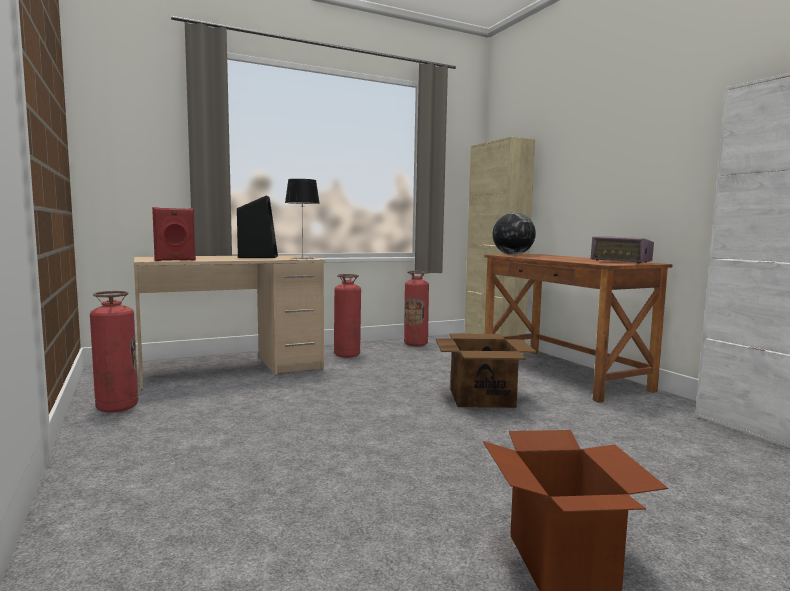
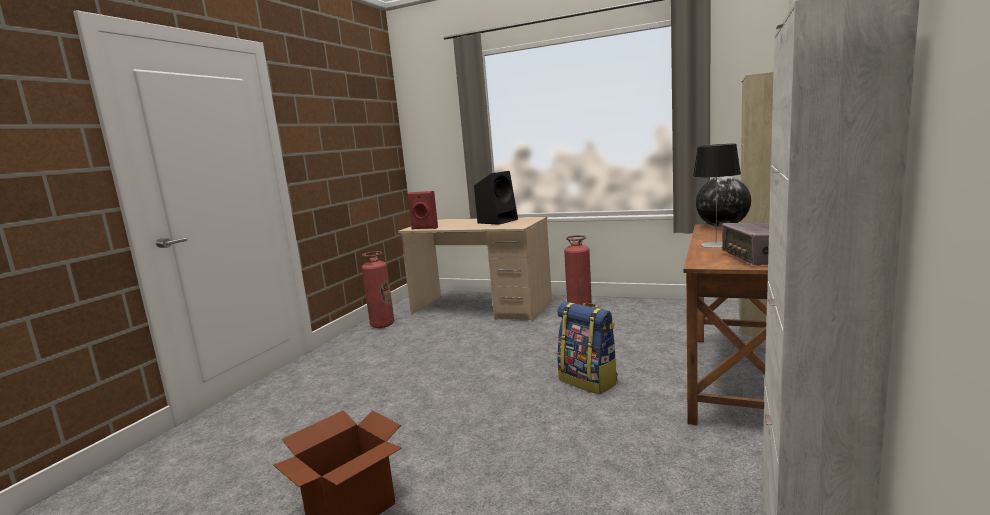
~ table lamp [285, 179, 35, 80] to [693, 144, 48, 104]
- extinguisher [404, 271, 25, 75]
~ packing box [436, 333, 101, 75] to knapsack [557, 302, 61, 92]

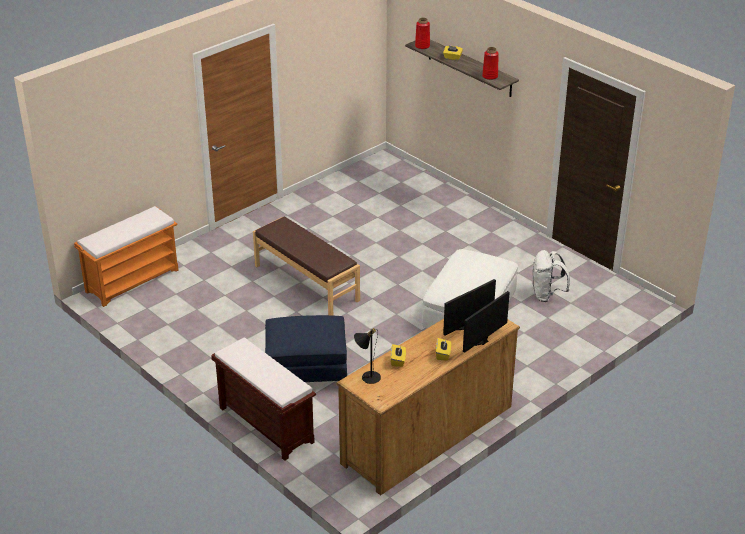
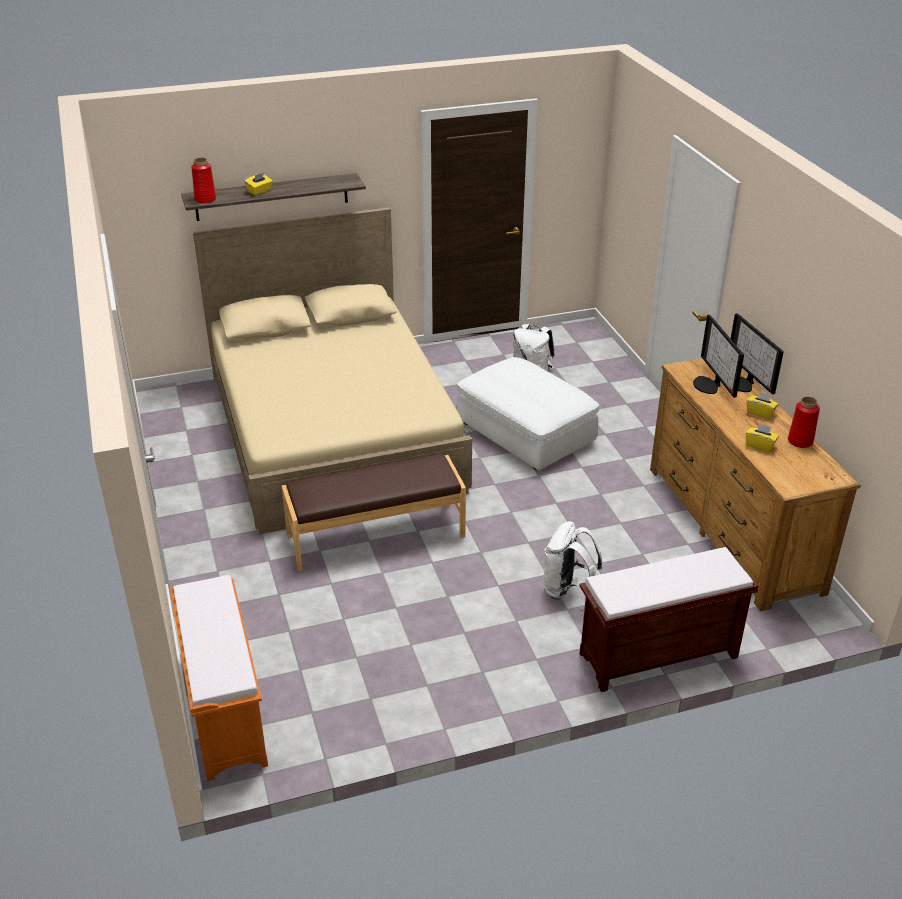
~ reddish vase [482, 47, 17, 33] to [788, 397, 32, 51]
~ blue ottoman [265, 315, 82, 67] to white-coloured knapsack [543, 521, 59, 78]
- blackish table lamp [354, 328, 27, 56]
+ beige bedroom bed [193, 207, 279, 327]

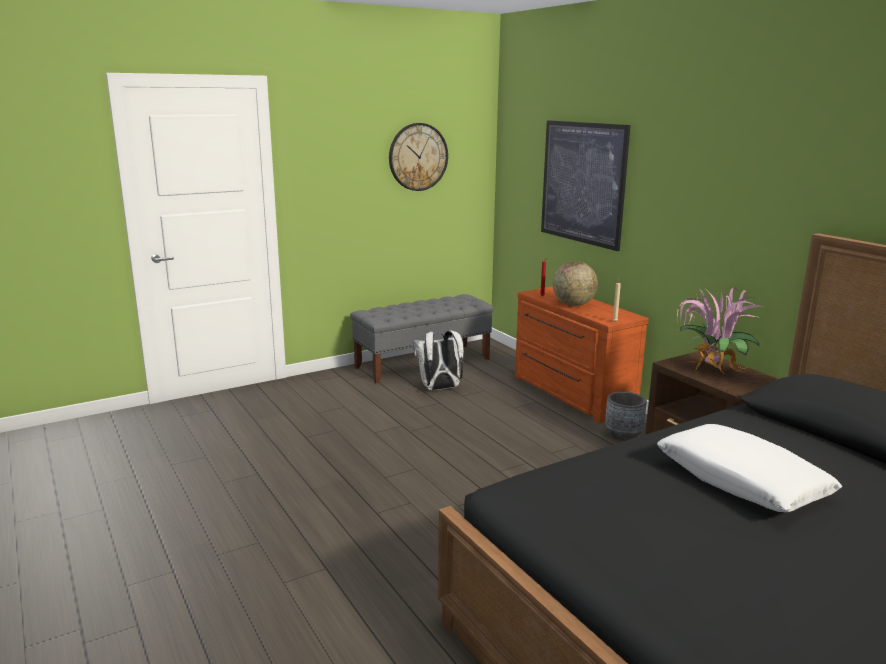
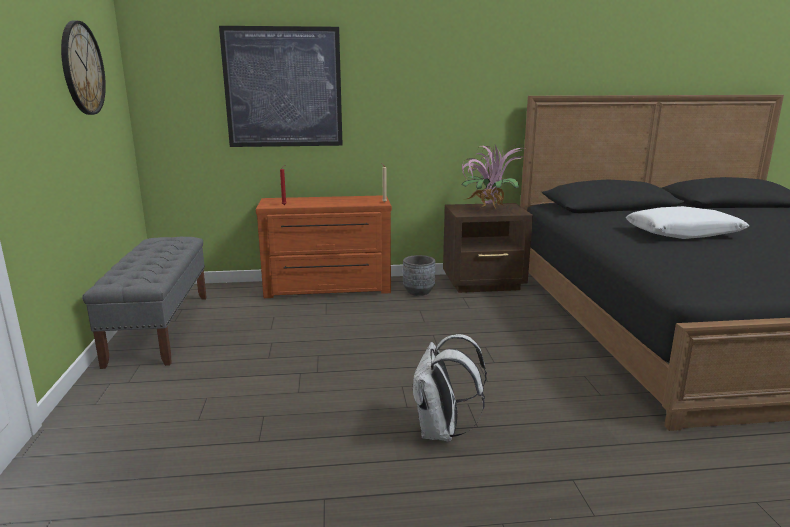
- world globe [552, 261, 46, 45]
~ white-coloured knapsack [413, 330, 51, 60] to [412, 334, 75, 107]

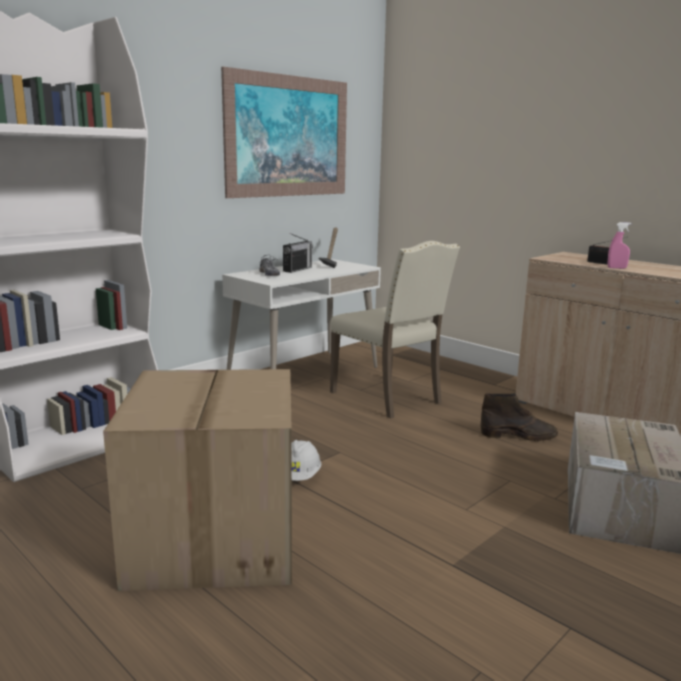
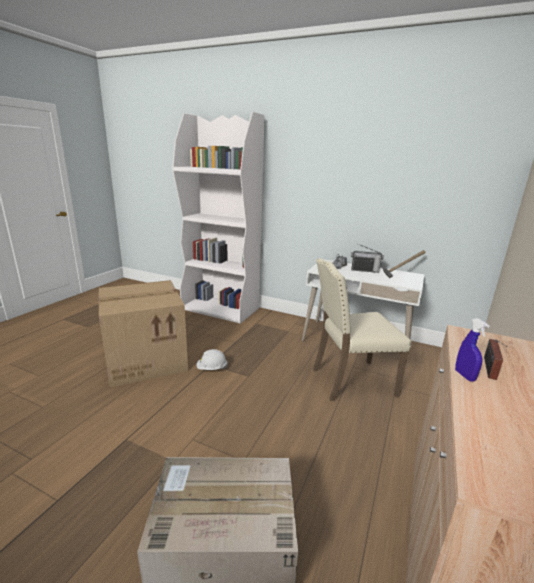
- wall picture [221, 67, 126, 131]
~ pink-coloured spray bottle [608, 222, 24, 47] to blue spray bottle [455, 318, 35, 64]
~ beige upright chair [330, 241, 130, 177] = [313, 258, 98, 143] 45 degrees clockwise
- brownish high-top boot [481, 392, 77, 49]

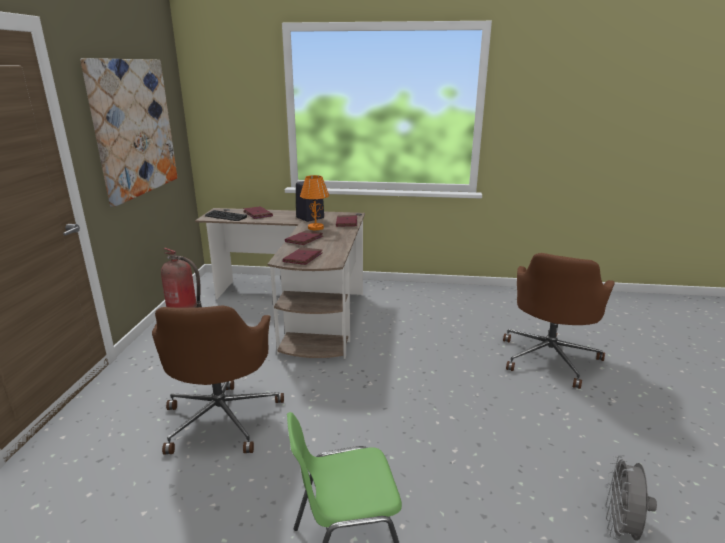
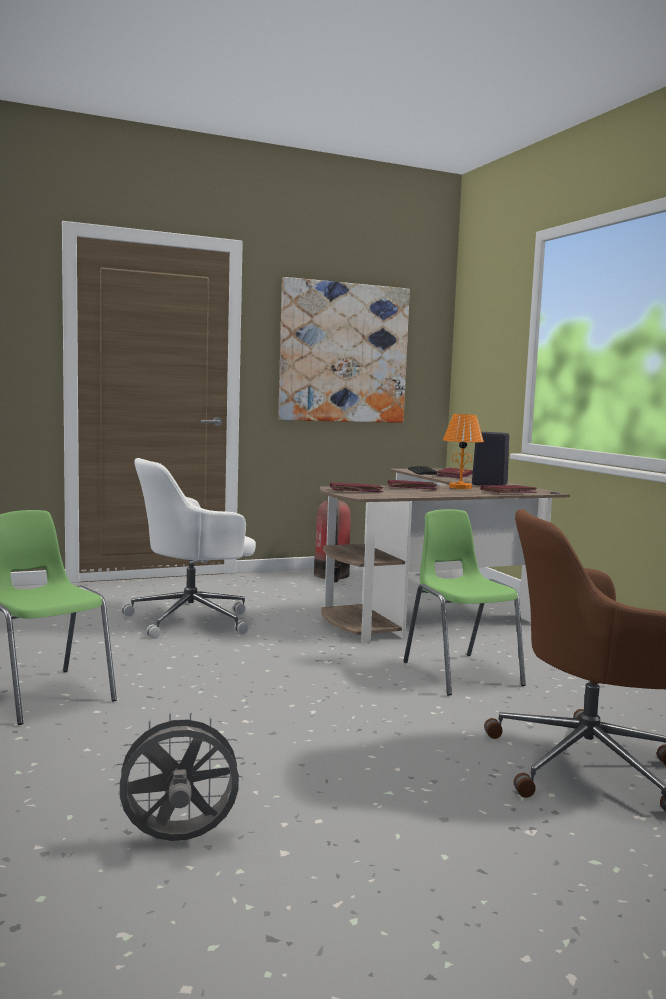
~ brownish desk chair [152, 305, 132, 149] to white-coloured desk chair [122, 458, 134, 181]
+ greenish upright chair [403, 509, 123, 187]

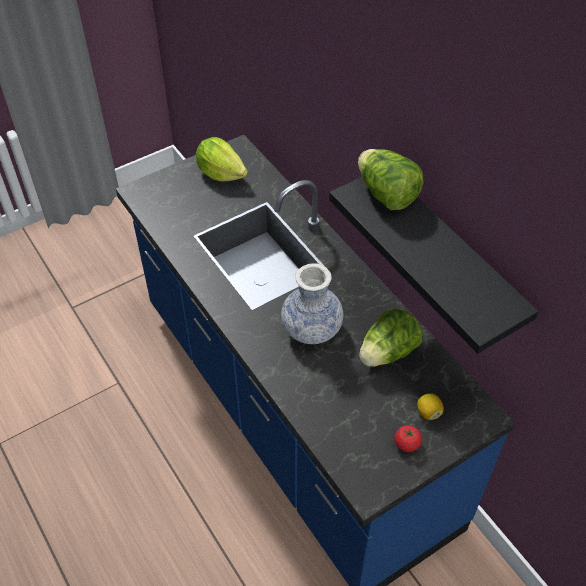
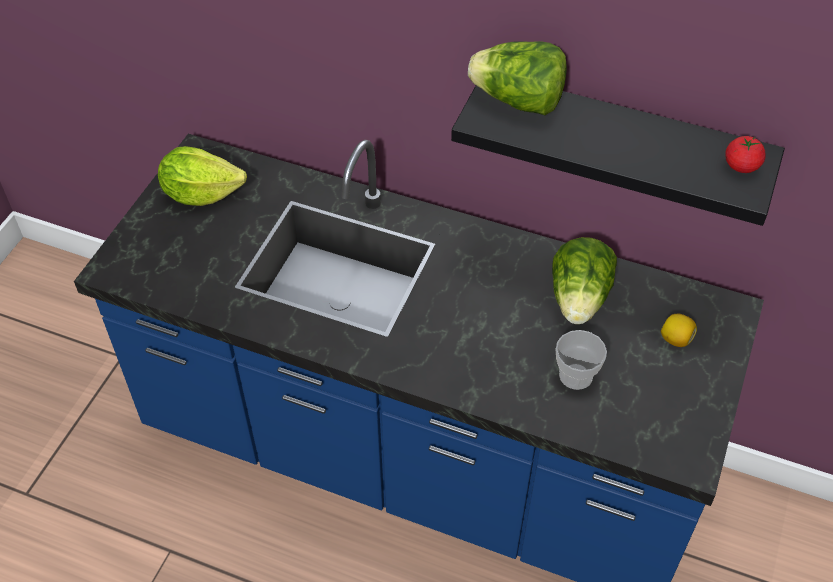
- vase [281, 263, 62, 81]
~ fresh tomato [394, 425, 28, 27] to [725, 136, 41, 37]
+ cup [556, 330, 51, 60]

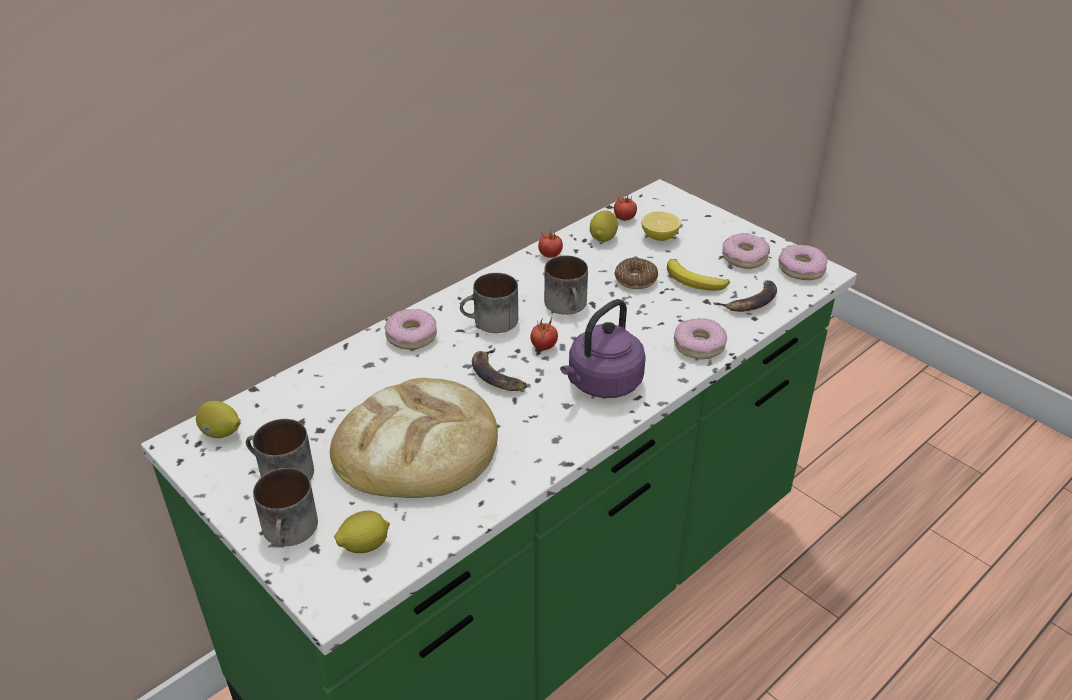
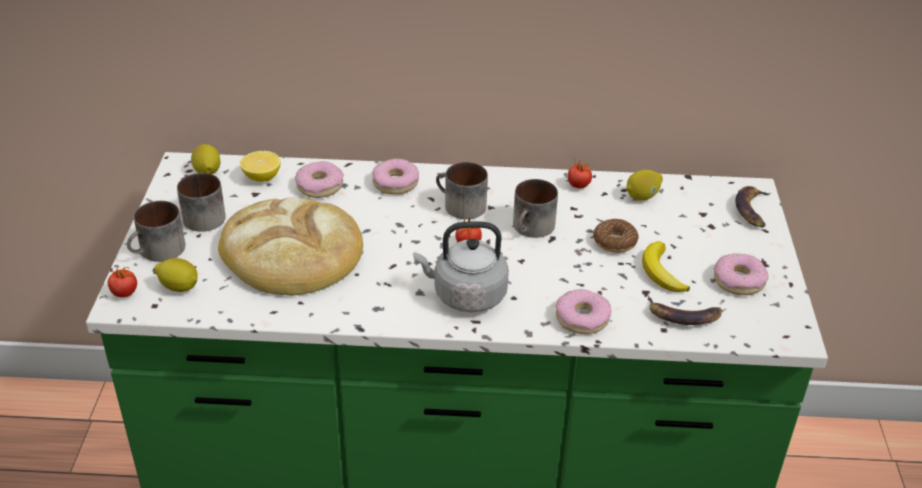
~ fresh tomato [614, 195, 23, 26] to [108, 267, 29, 31]
~ whole lemon [641, 212, 40, 29] to [240, 151, 41, 31]
~ doughnut [778, 245, 50, 35] to [295, 161, 49, 37]
~ purplish water kettle [560, 299, 86, 99] to grey water kettle [413, 221, 96, 91]
~ banana [472, 348, 55, 43] to [735, 186, 36, 42]

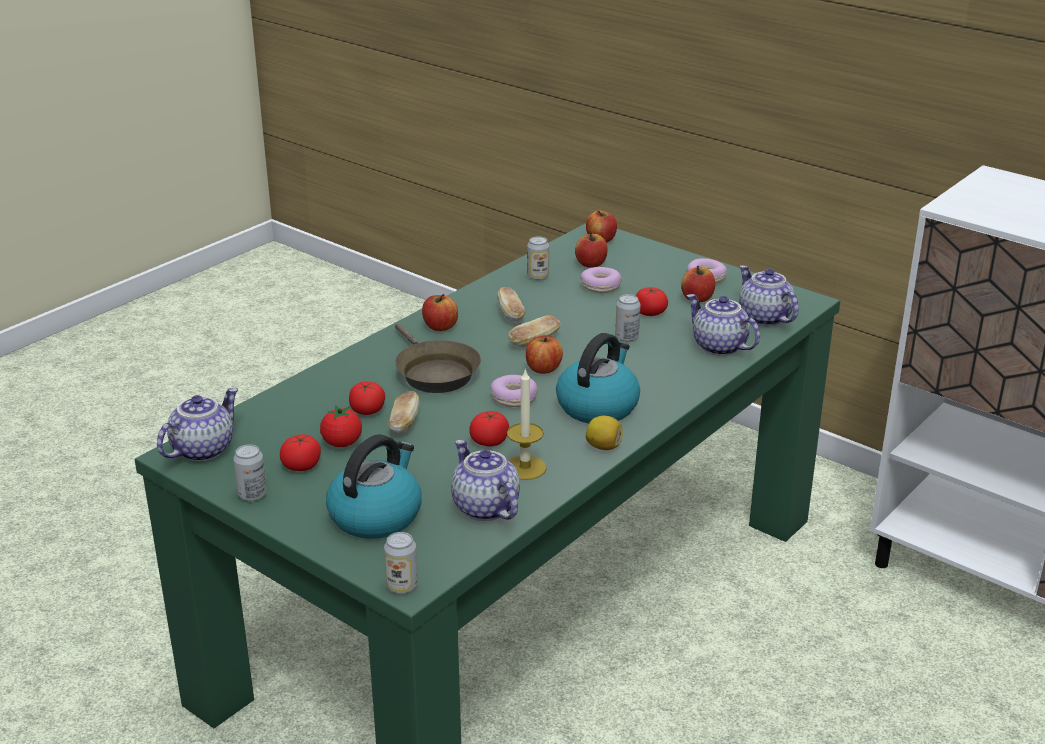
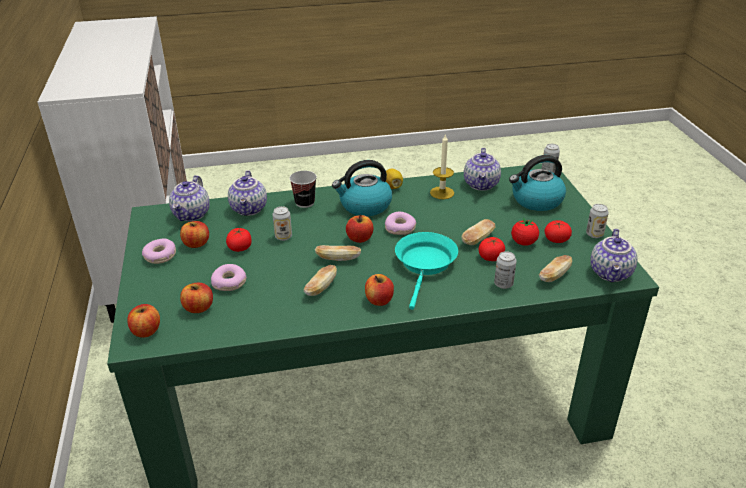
~ can [527, 236, 22, 44] to [494, 251, 22, 38]
~ brownish skillet [395, 323, 86, 70] to blue-green skillet [395, 232, 63, 78]
~ tea pot [157, 388, 82, 73] = [591, 229, 46, 53] 60 degrees counterclockwise
- fresh tomato [469, 411, 40, 36]
+ cup [289, 171, 28, 37]
+ bakery bread [539, 255, 33, 27]

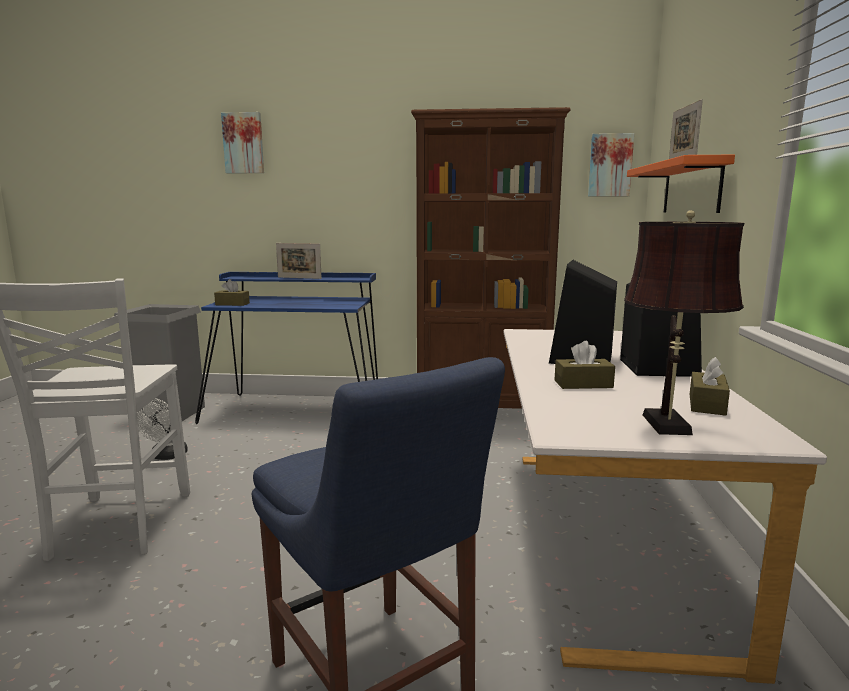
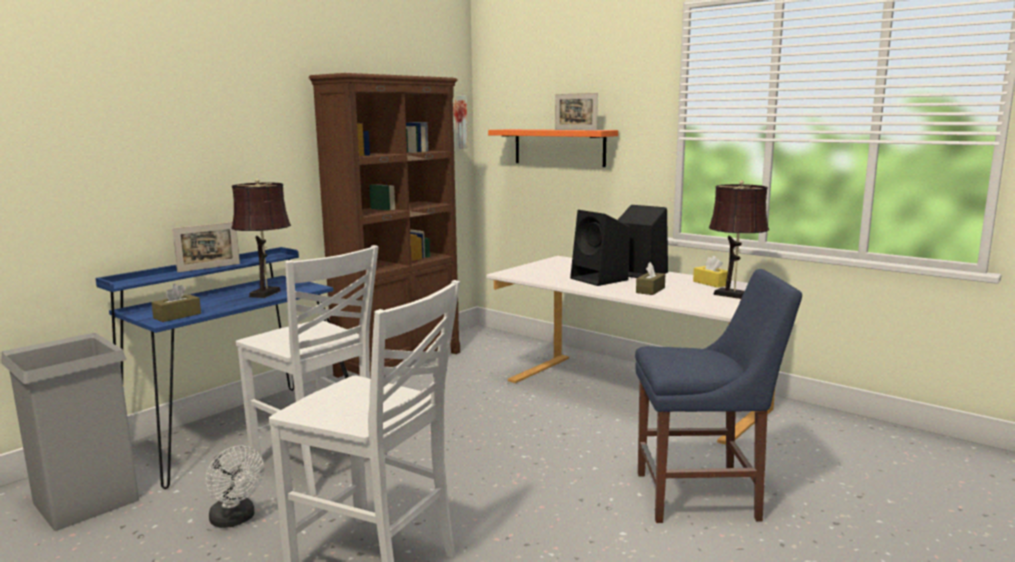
- wall picture [221, 112, 43, 61]
~ brownish tissue box [690, 357, 40, 59] to yellow-coloured tissue box [693, 256, 35, 32]
+ brownish table lamp [231, 179, 60, 119]
+ white-coloured upright chair [236, 245, 142, 251]

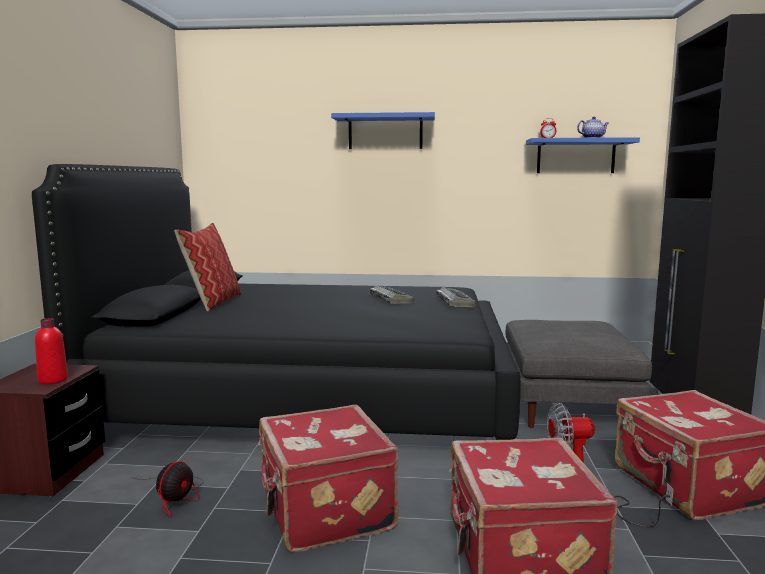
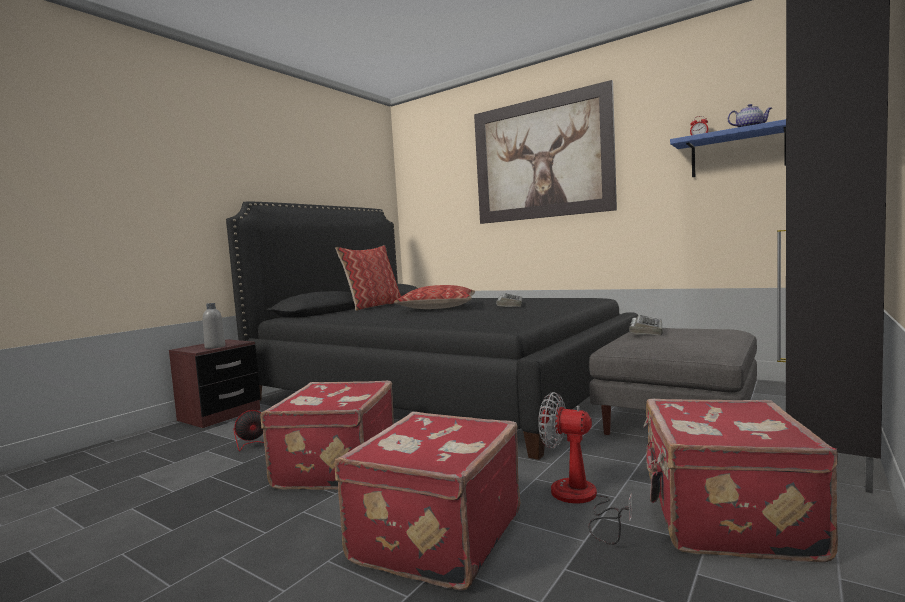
~ blue wall shelf [331, 112, 104, 37] to wall picture [474, 80, 143, 144]
~ keyboard [436, 287, 40, 20] to [629, 315, 34, 20]
~ reddish bottle [35, 318, 33, 66] to grey bottle [203, 303, 22, 46]
+ cushion [394, 285, 81, 24]

